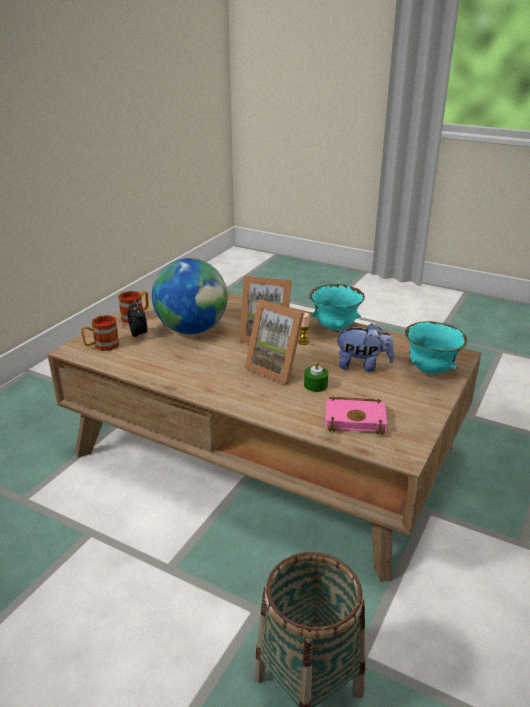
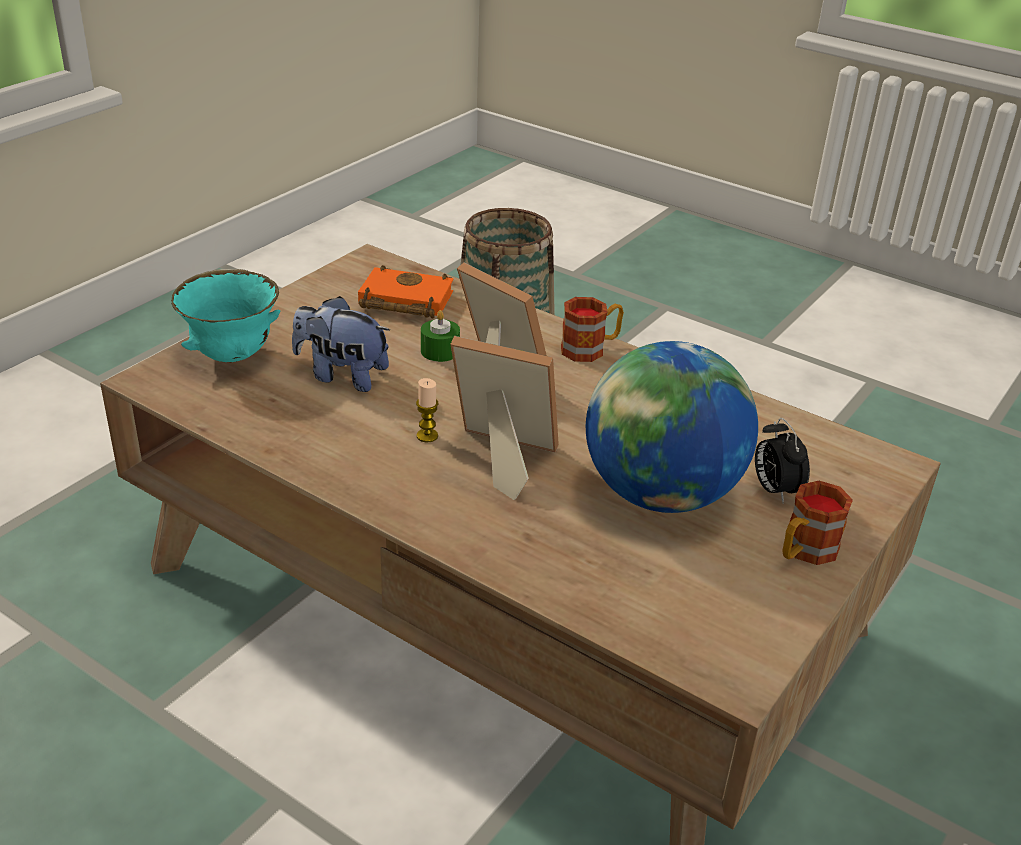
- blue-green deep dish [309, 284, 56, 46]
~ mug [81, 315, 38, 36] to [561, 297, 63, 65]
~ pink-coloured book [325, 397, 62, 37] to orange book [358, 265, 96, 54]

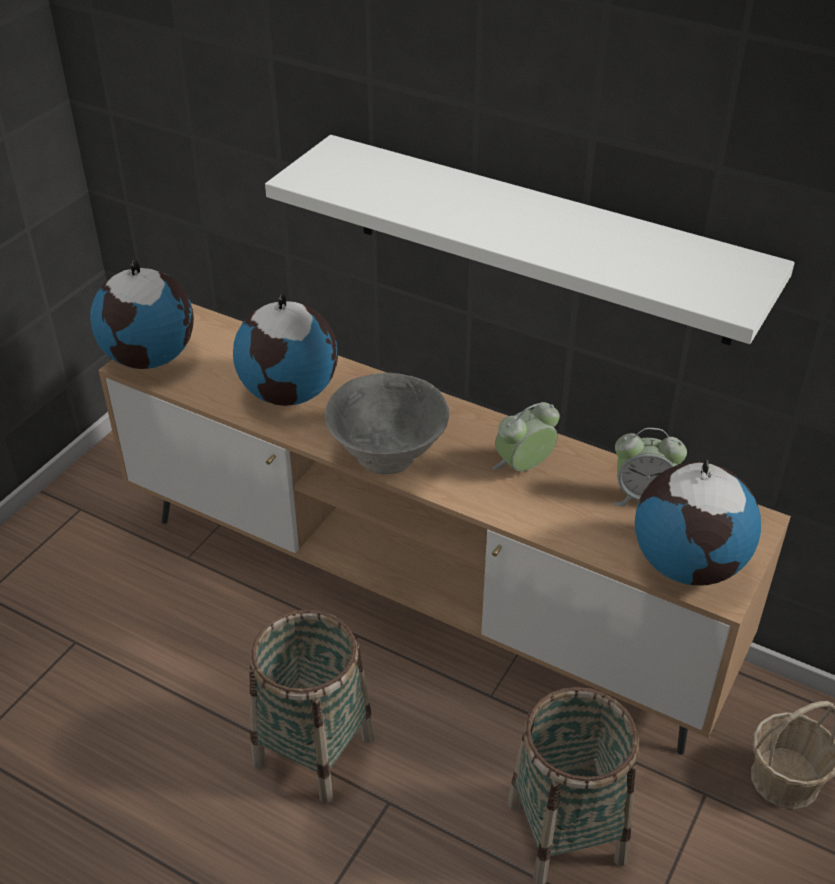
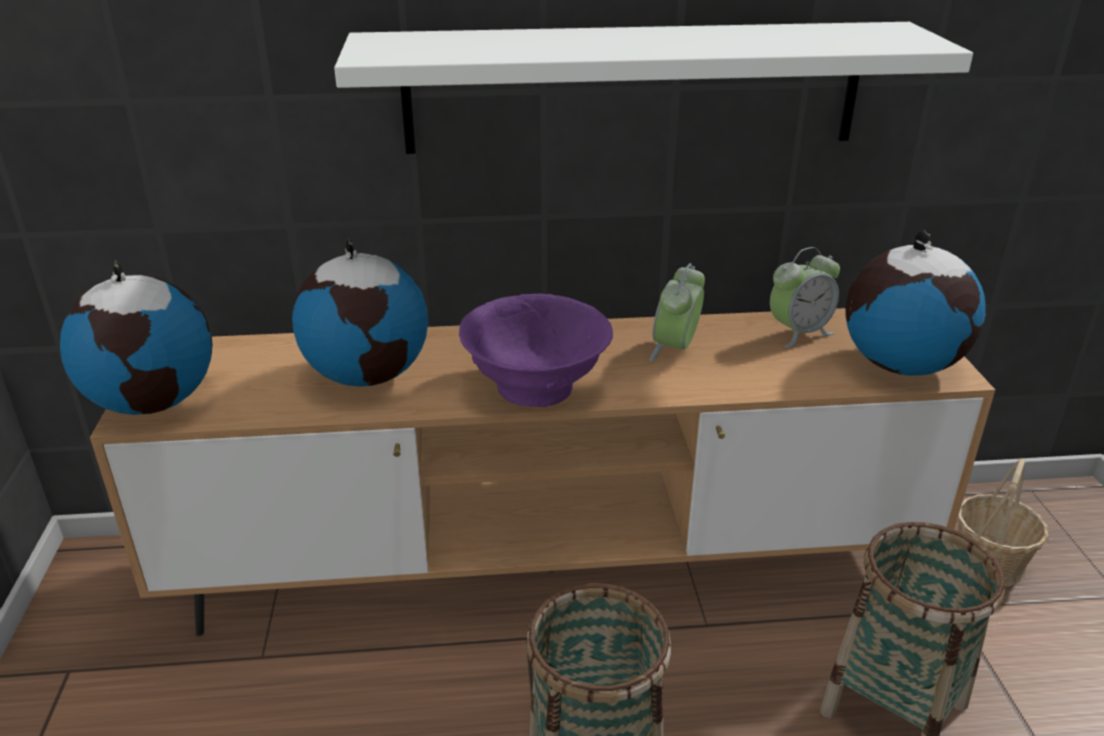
~ grey deep dish [325, 373, 125, 101] to purplish deep dish [459, 294, 154, 113]

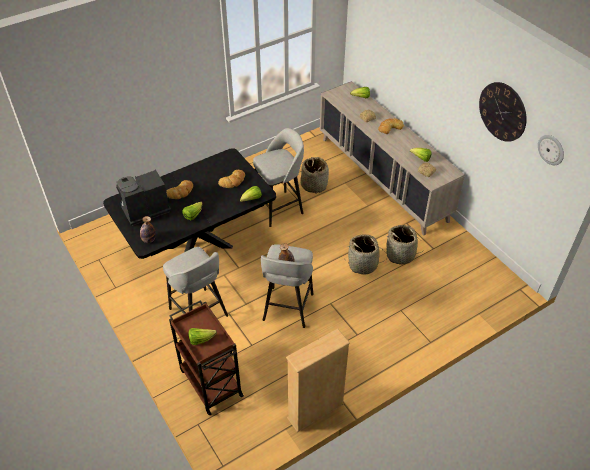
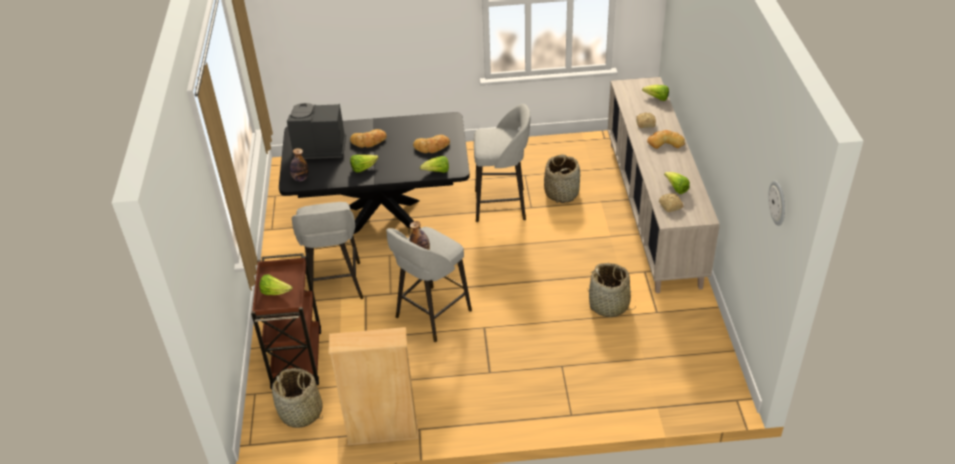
- wall clock [479, 82, 48, 60]
~ storage basket [345, 234, 42, 40] to [272, 368, 51, 60]

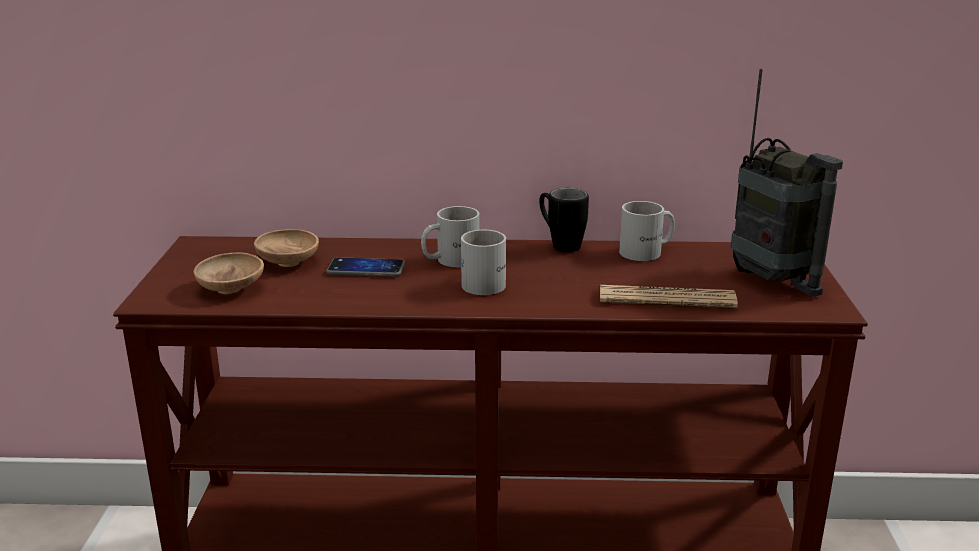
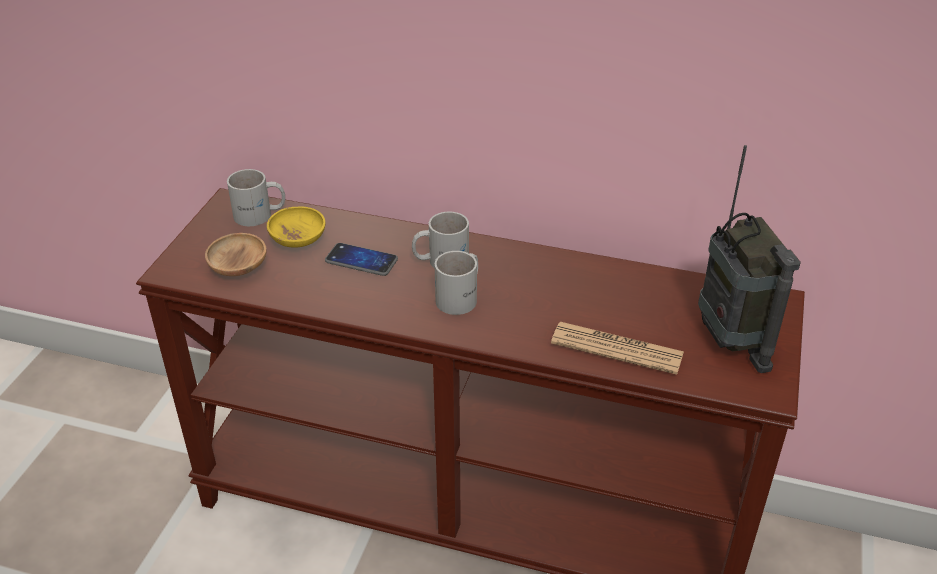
- blackish mug [539, 188, 50, 64]
~ white-coloured mug [619, 201, 56, 60] to [227, 169, 58, 57]
~ brownish deep dish [254, 229, 65, 38] to yellow-coloured deep dish [267, 207, 58, 41]

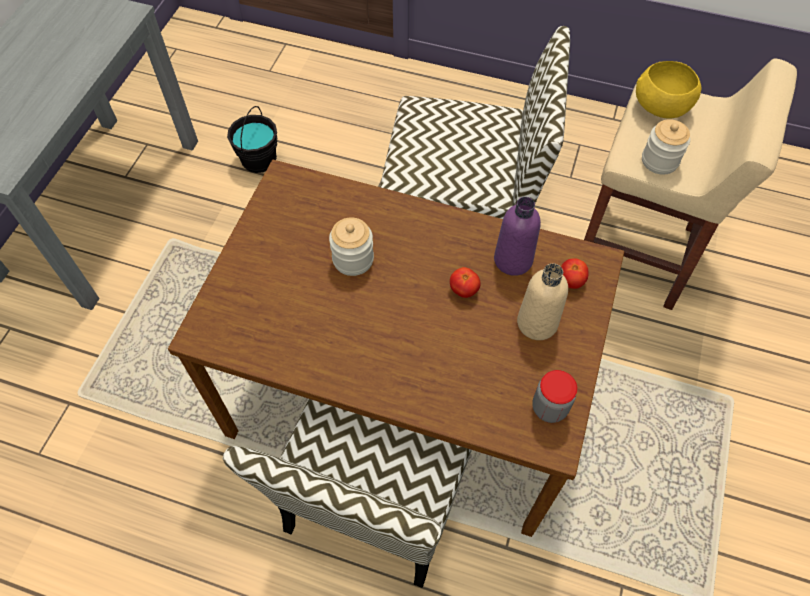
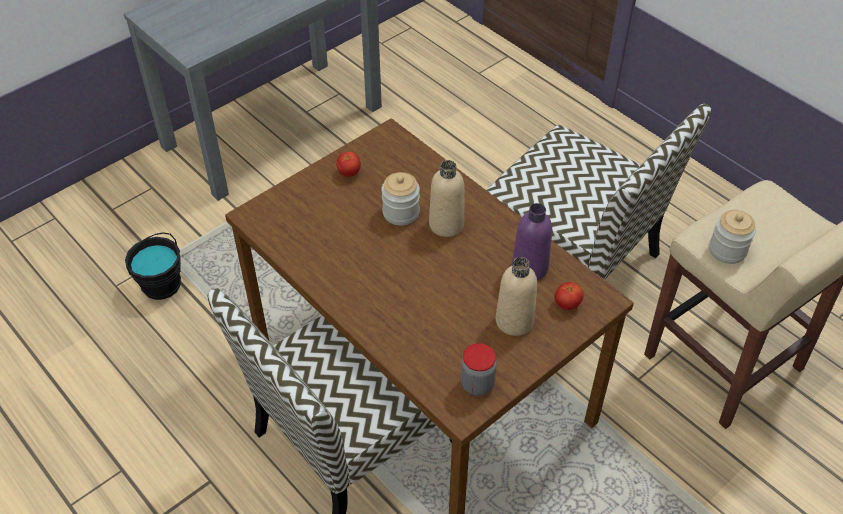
- yellow-coloured deep dish [636, 61, 66, 58]
~ blackish bucket [227, 106, 50, 67] to [125, 232, 56, 68]
~ fresh tomato [450, 267, 31, 31] to [336, 152, 25, 25]
+ beige bottle [429, 160, 36, 77]

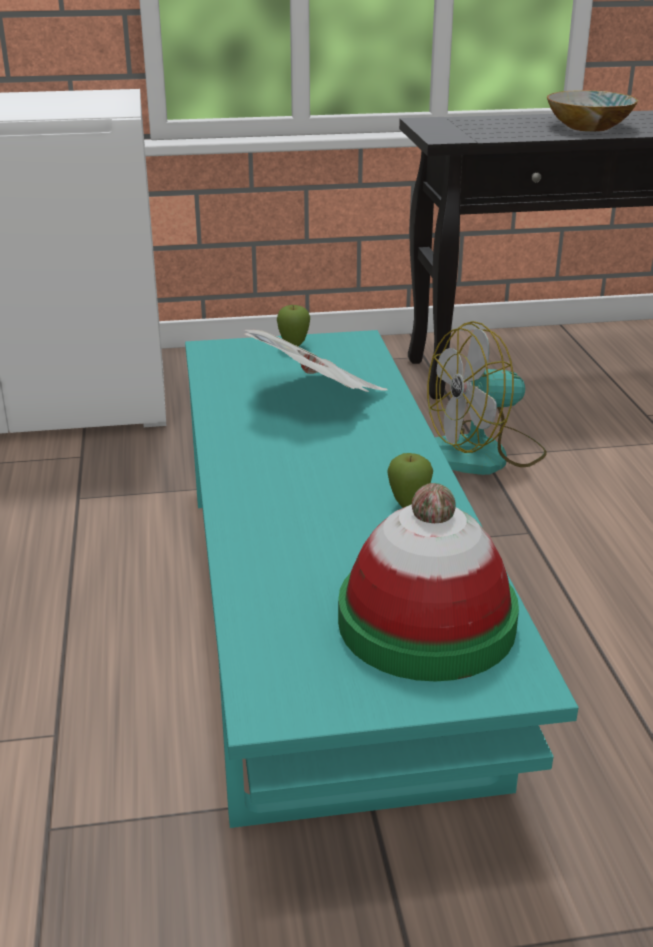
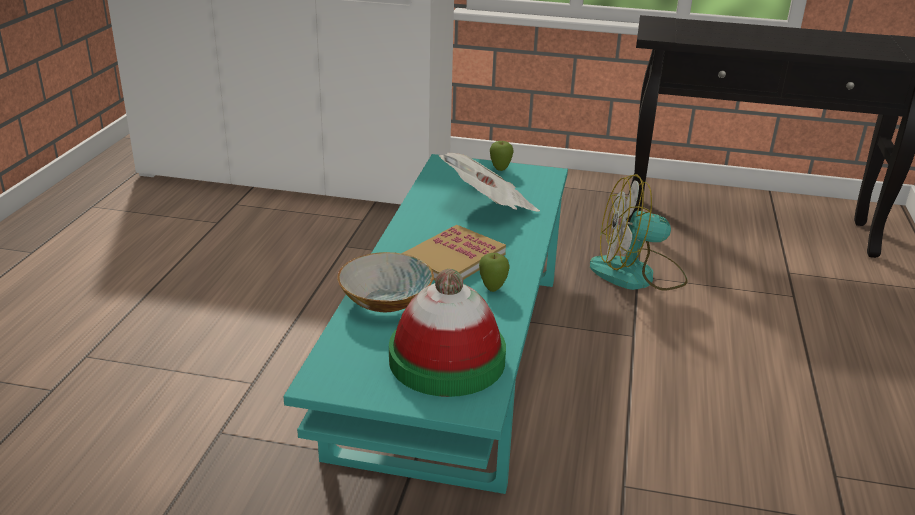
~ deep dish [547, 90, 91, 42] to [337, 252, 97, 60]
+ book [401, 225, 105, 55]

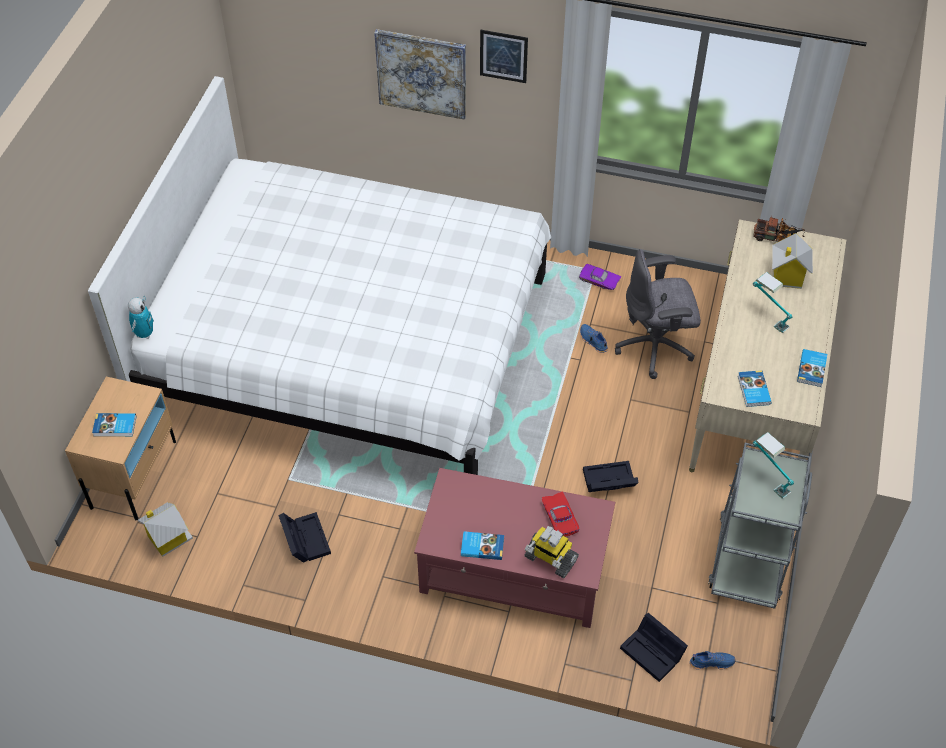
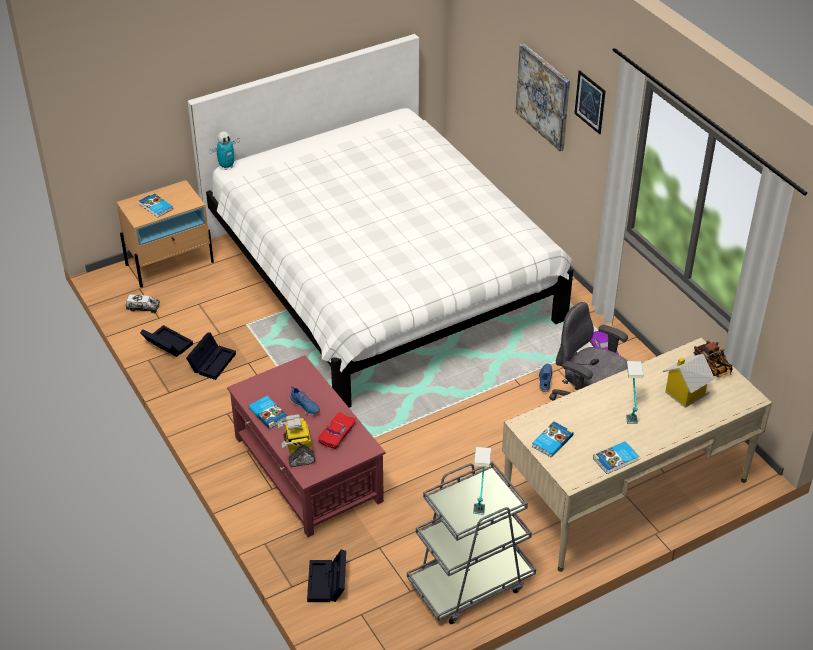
~ blackish storage box [583, 461, 56, 31] to [140, 325, 53, 32]
~ miniature house [138, 502, 55, 55] to model truck [126, 294, 34, 19]
~ blue shoe [690, 651, 46, 18] to [290, 386, 30, 29]

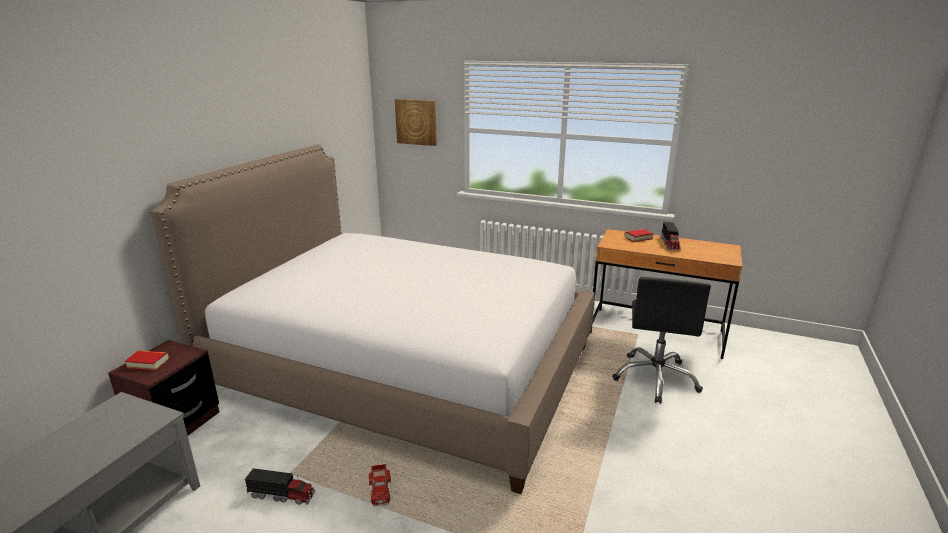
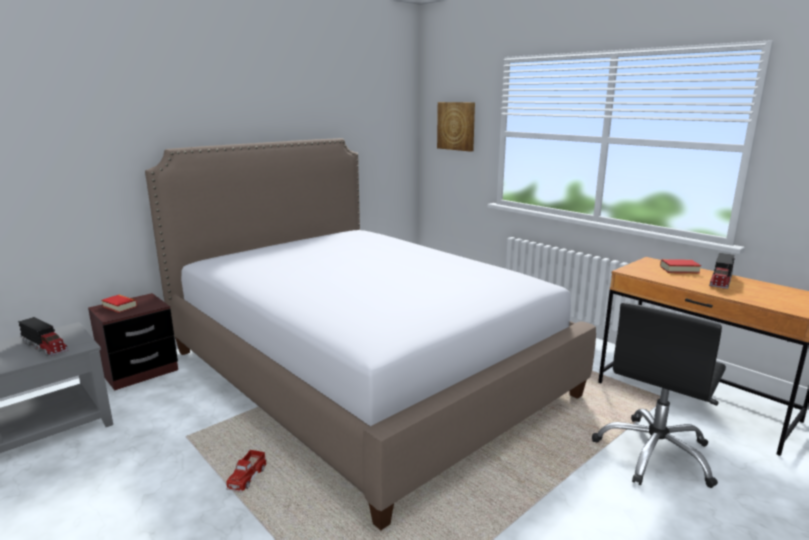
~ model truck [245, 468, 70, 37] to [18, 317, 51, 39]

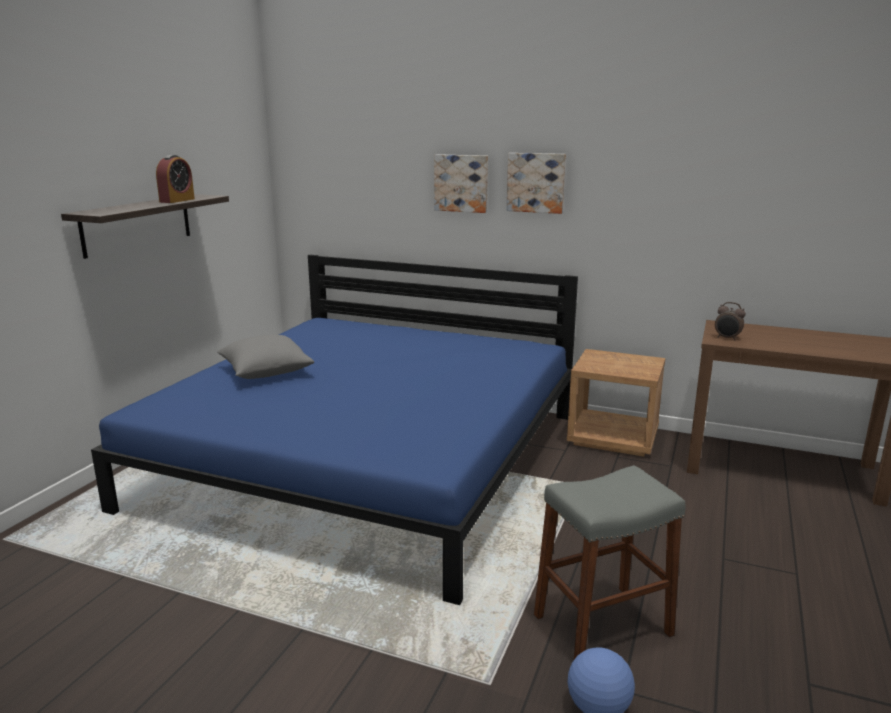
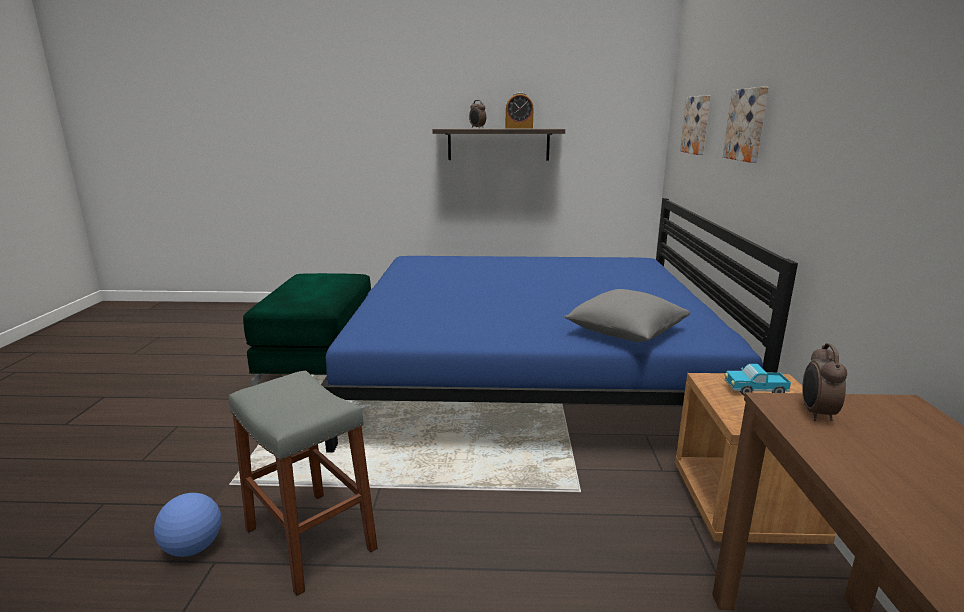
~ wall picture [507, 153, 59, 61] to [680, 95, 30, 60]
~ grey cushion [217, 335, 97, 44] to [564, 289, 126, 53]
+ alarm clock [469, 100, 17, 28]
+ greenish ottoman [243, 273, 128, 113]
+ model truck [725, 364, 66, 32]

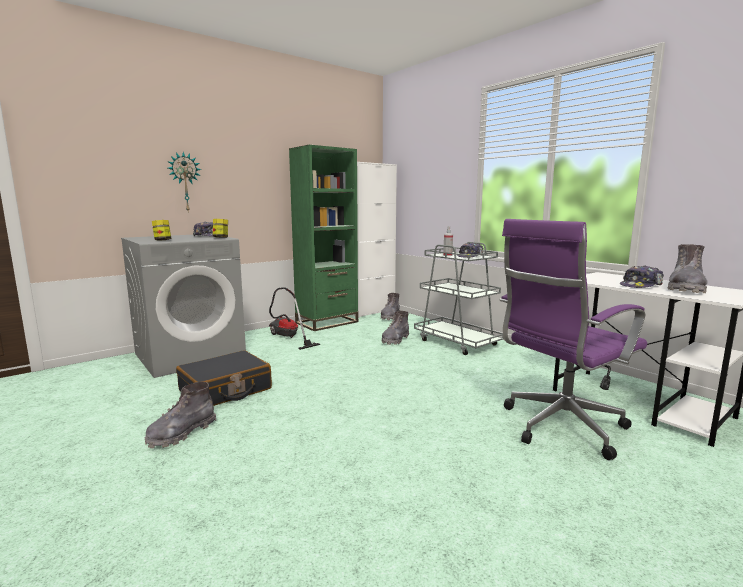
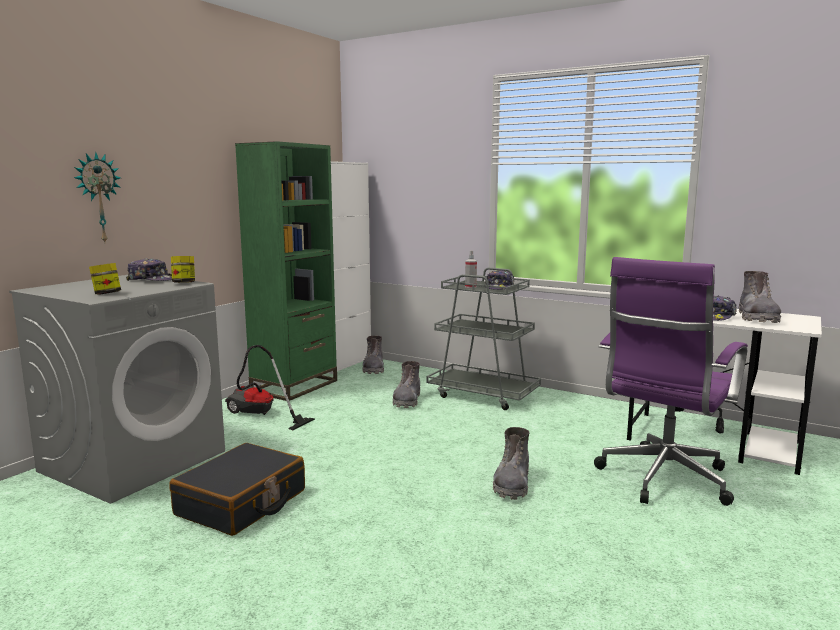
~ grey high-top boot [144, 381, 72, 68] to [493, 427, 37, 73]

